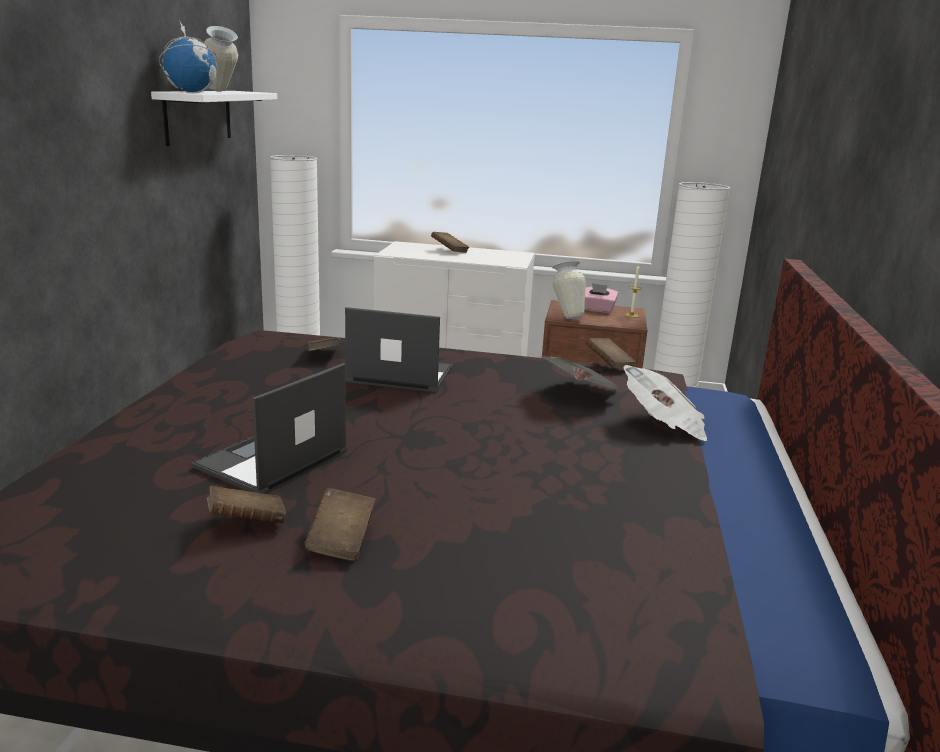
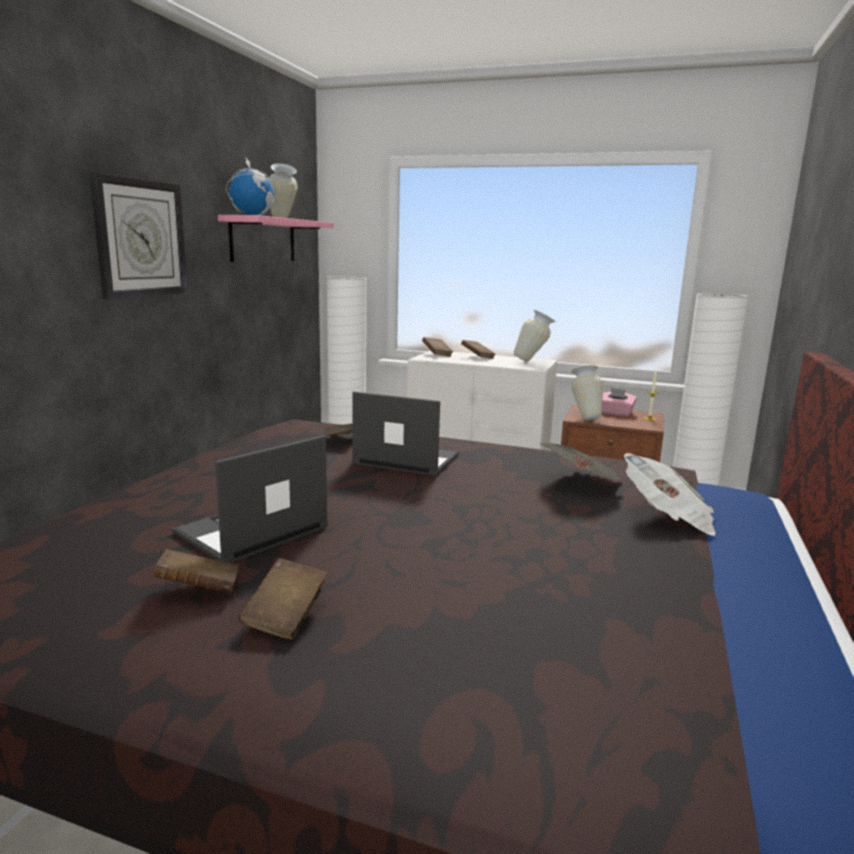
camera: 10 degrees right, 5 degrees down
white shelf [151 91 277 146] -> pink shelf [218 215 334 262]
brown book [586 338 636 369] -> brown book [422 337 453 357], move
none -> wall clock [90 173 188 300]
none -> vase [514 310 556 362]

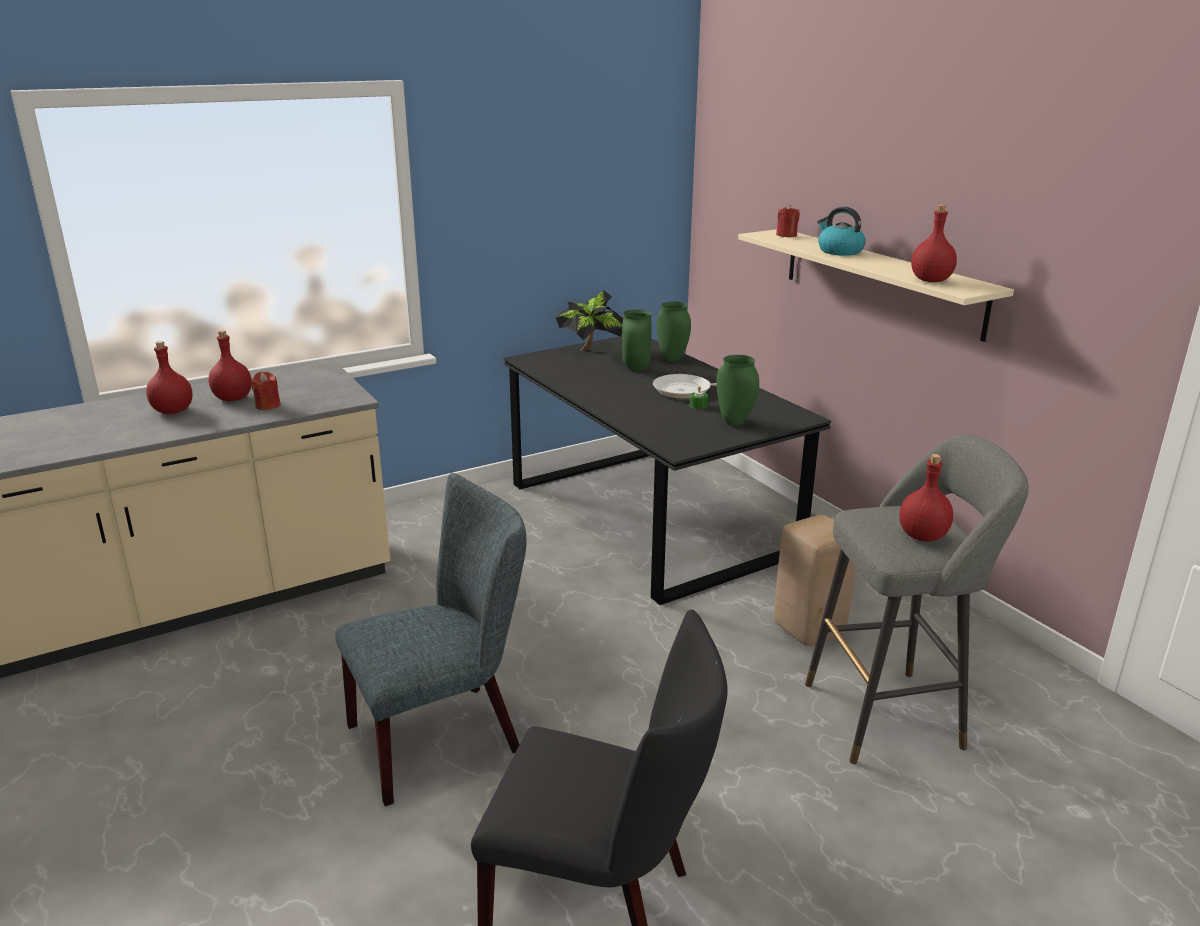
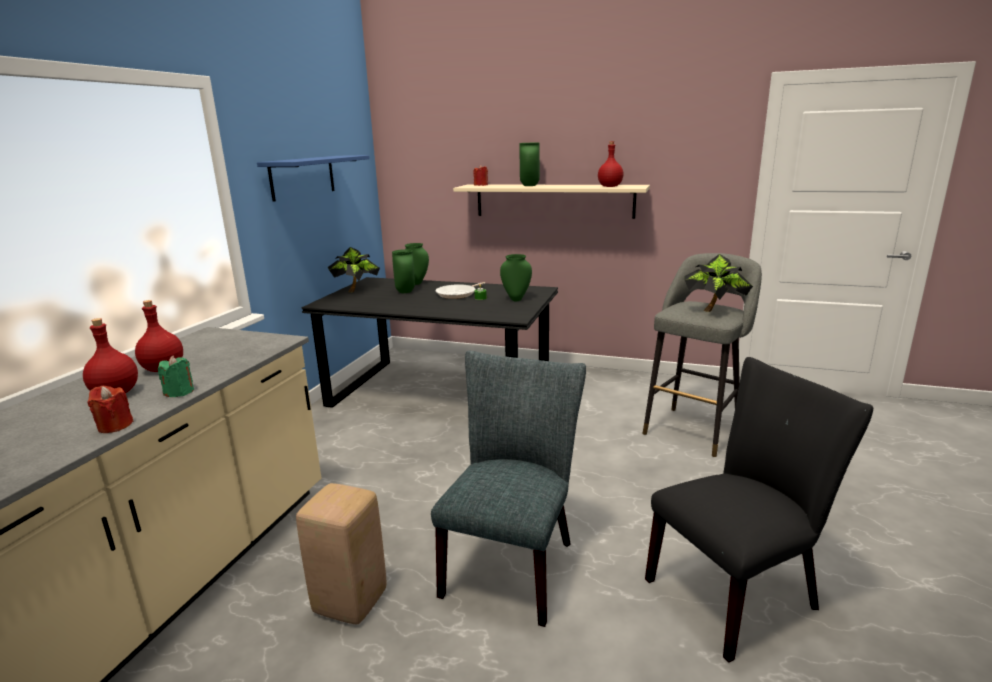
camera: 40 degrees left, 5 degrees down
red candle [251 372 281 410] -> red candle [87 386 133 433], move
beige stool [774 515 856 646] -> beige stool [296 483 386 624], move
kettle [817 207 866 256] -> green vase [519 142 540 186]
red bottle [899 454 953 542] -> potted plant [684 254 753 312]
none -> green candle [158 356 194 397]
none -> blue shelf [257 155 369 202]

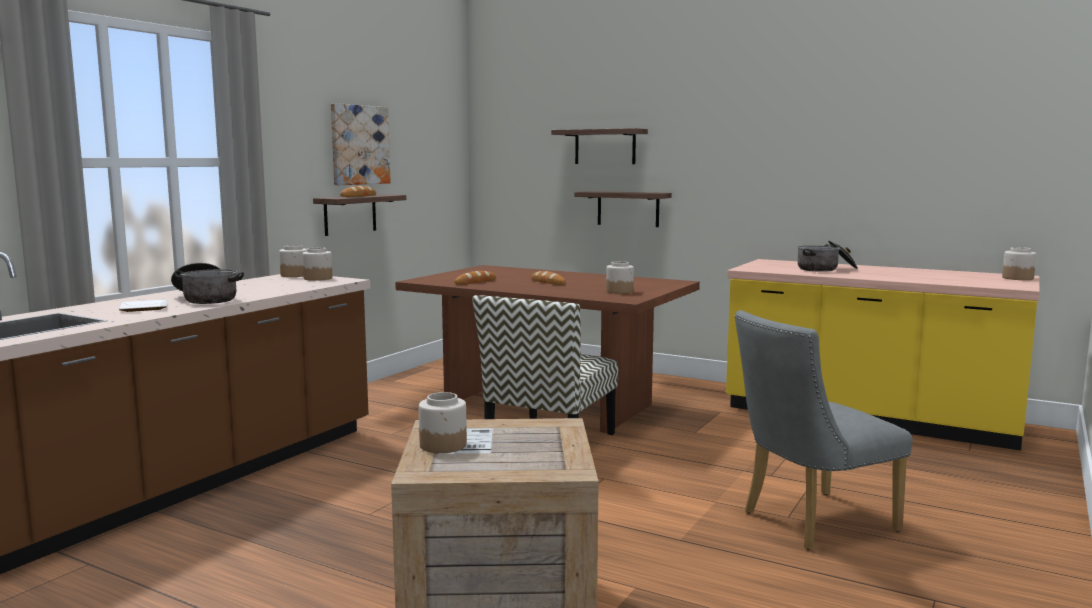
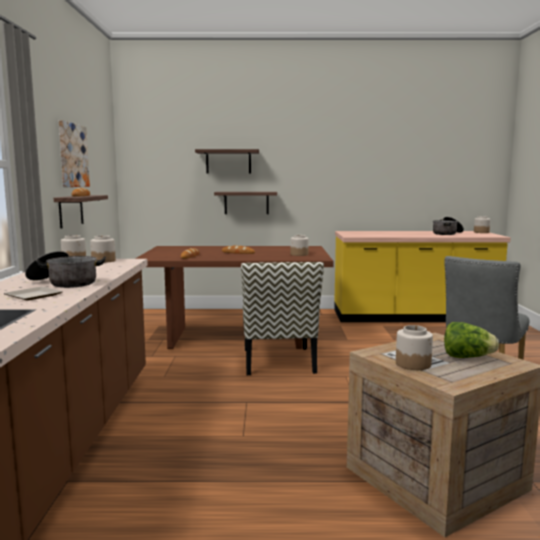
camera: 30 degrees left, 0 degrees up
cooking pot [797 240 858 272] -> cooking pot [433 217 464 235], move
none -> lettuce [444 322 499 358]

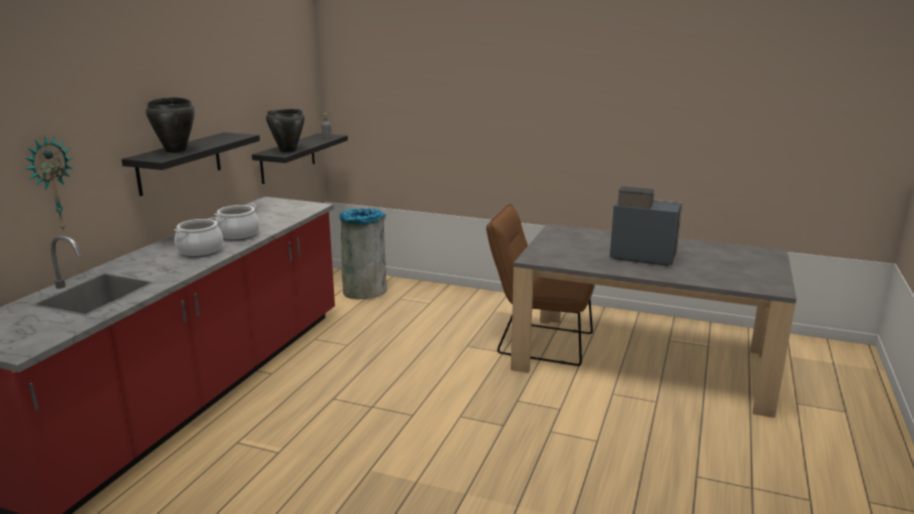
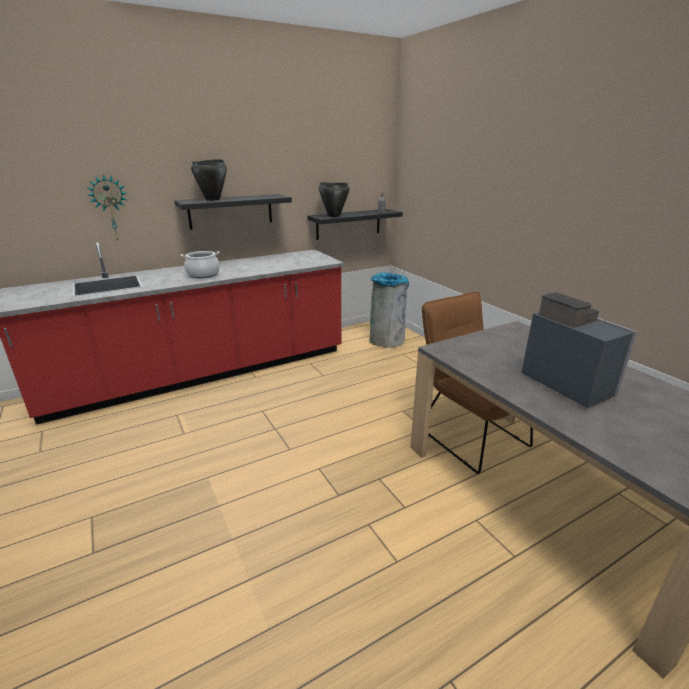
camera: 40 degrees right, 5 degrees up
cooking pot [214 204 260 241] -> none

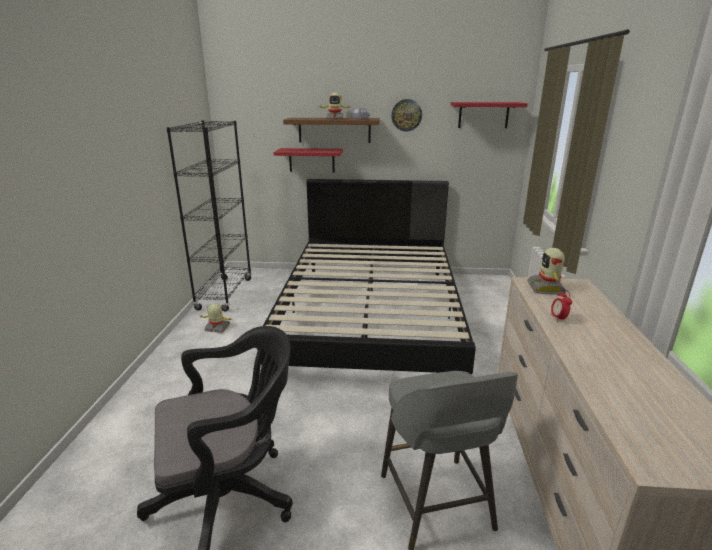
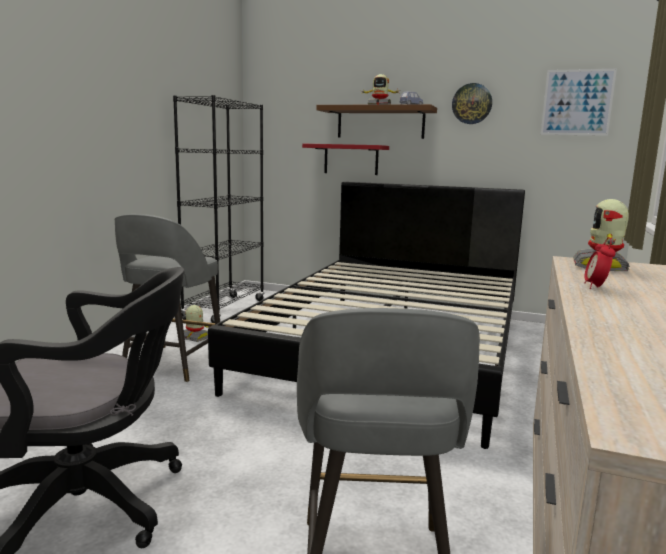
camera: 15 degrees right, 10 degrees down
red shelf [451 102 528 128] -> picture [541 69 617 136]
none -> grey stool [114 214 220 382]

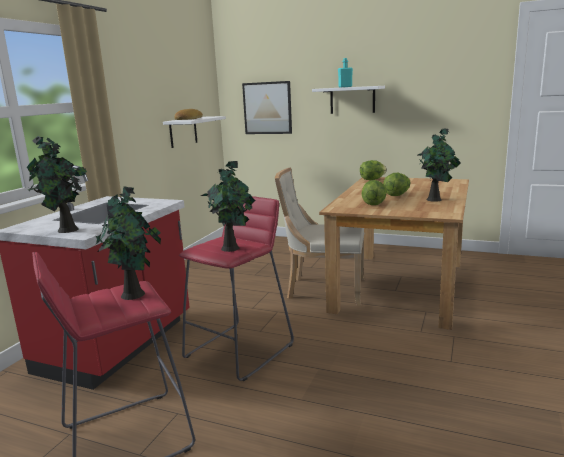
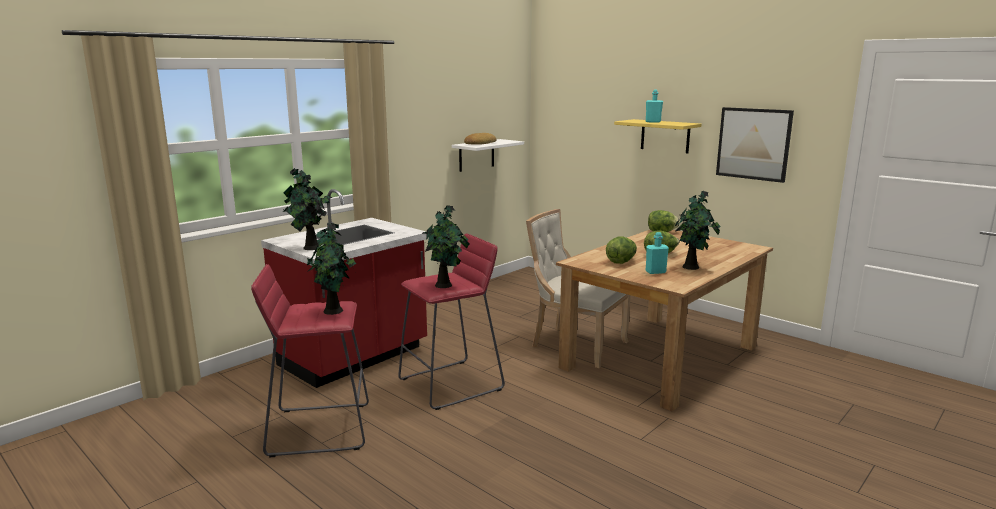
camera: 20 degrees right, 0 degrees up
picture [242 81 292 134] -> picture [716 107 794 183], move
white shelf [312 86 385 114] -> yellow shelf [614 119 701 154]
none -> turquoise bottle [646 232 669 274]

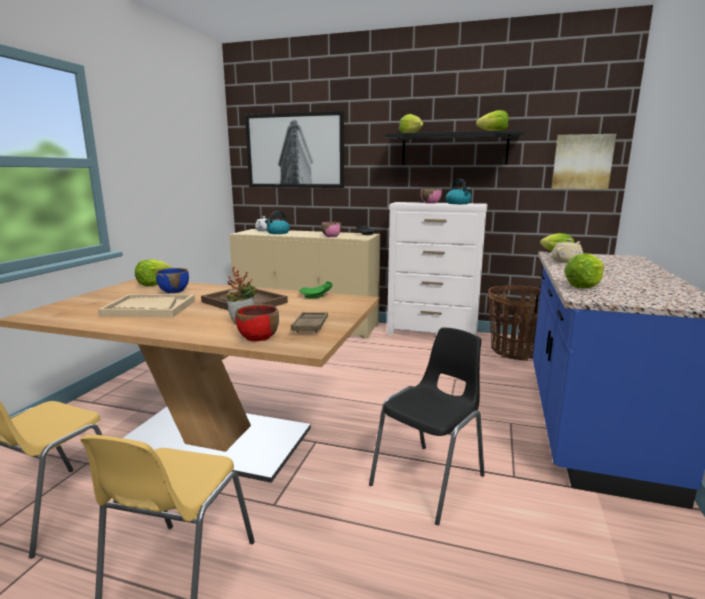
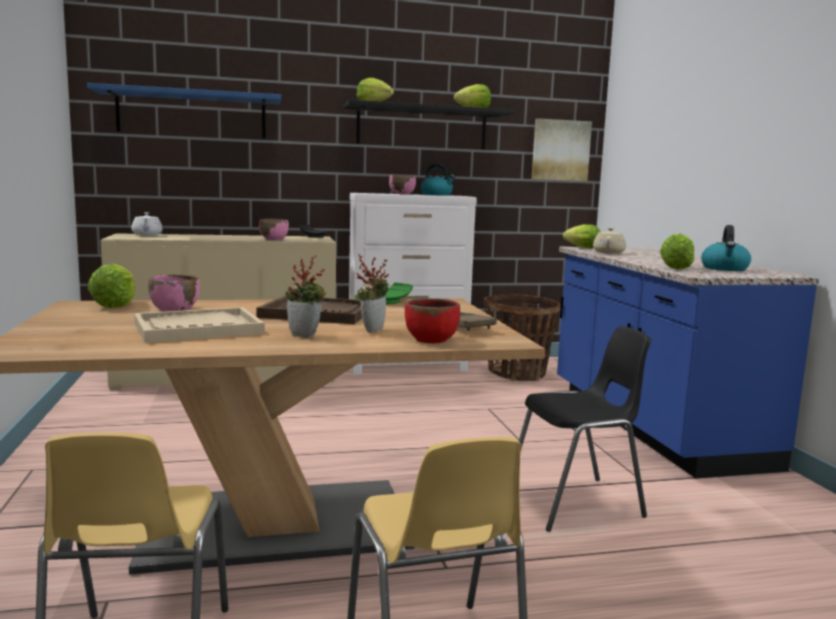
camera: 30 degrees left, 5 degrees down
blue bowl [156 268 189 293] -> pink bowl [148 275 200 312]
picture [245 111 344 188] -> blue shelf [87 83 281 138]
kettle [265 211 290 234] -> kettle [701 225 751 271], move
black chair [369 327 485 525] -> black chair [519 326 651 532], 60 degrees clockwise
none -> potted plant [285 255 326 338]

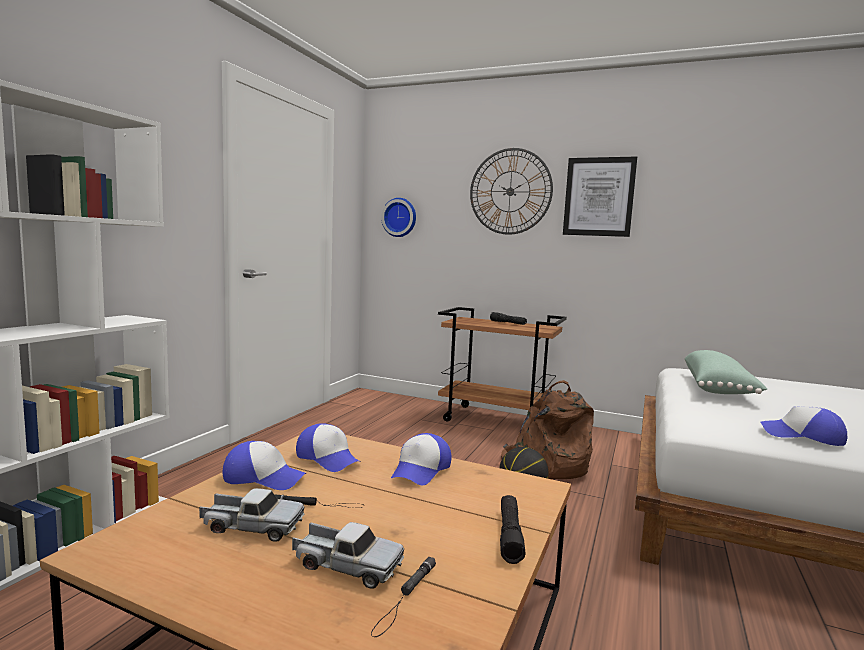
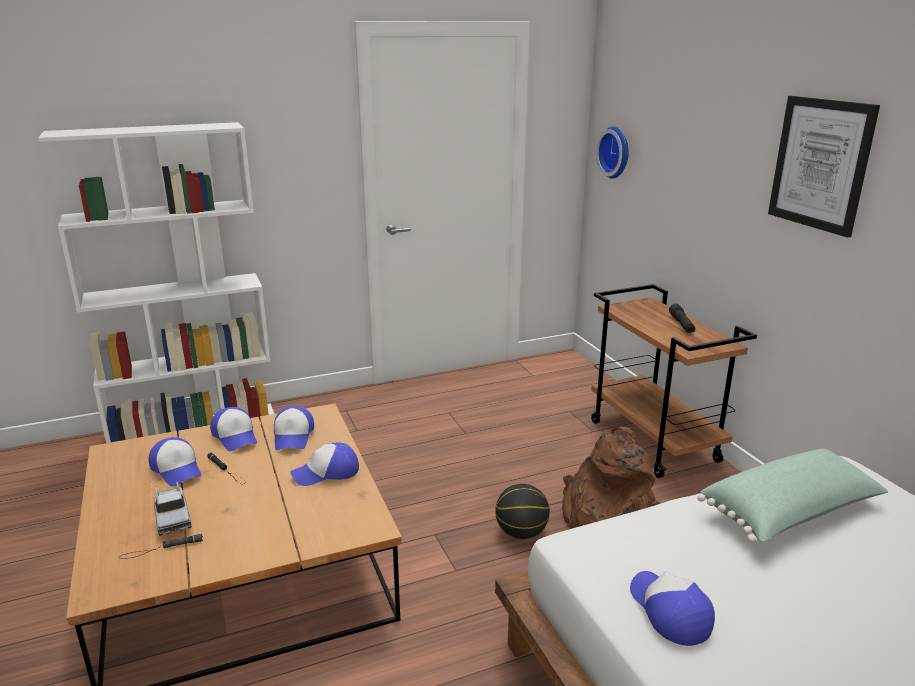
camera: 45 degrees right, 15 degrees up
toy truck [199 488 304 542] -> cap [148 437 202 486]
wall clock [470 148 553 235] -> none
black flashlight [500 495 525 564] -> none

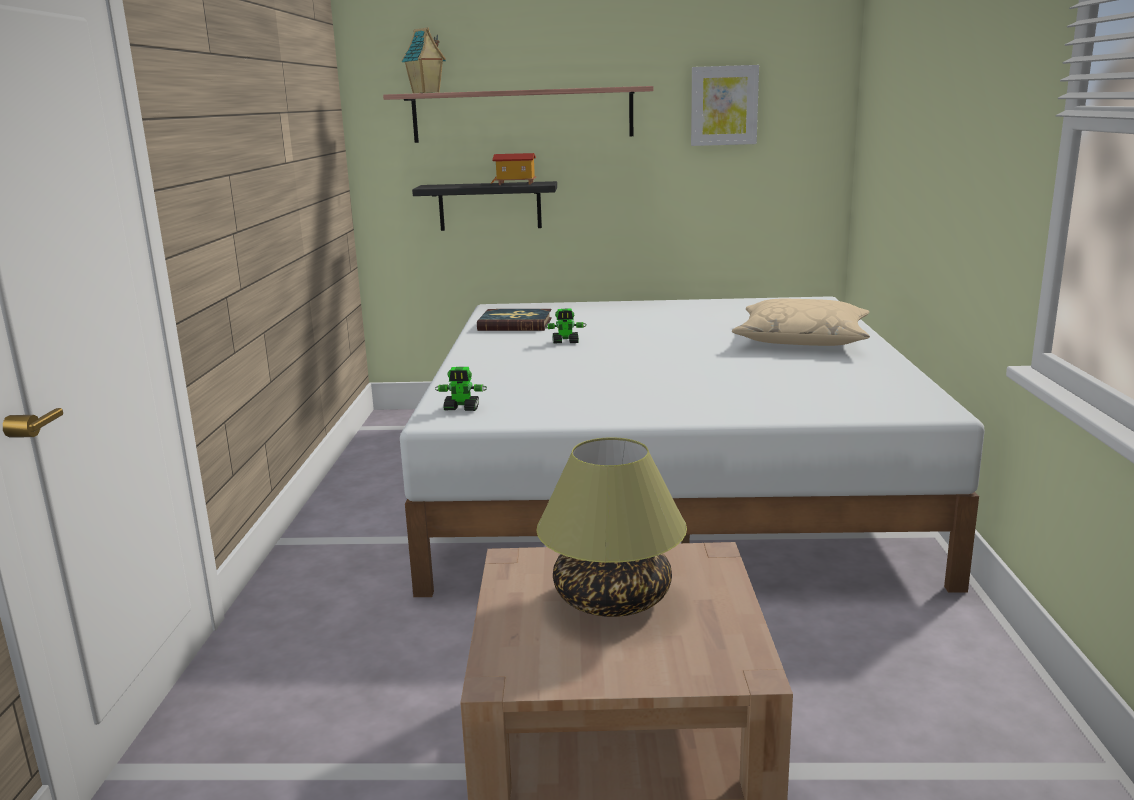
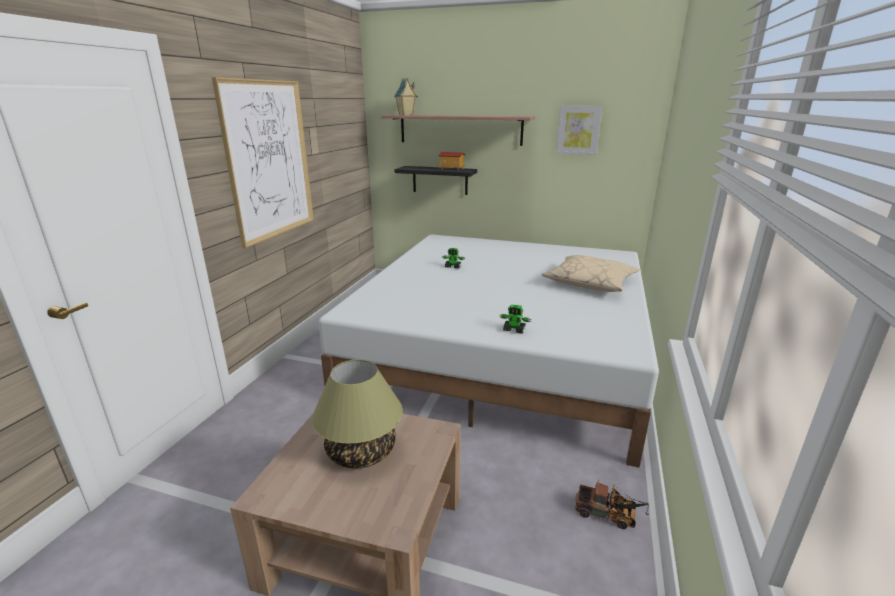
camera: 15 degrees right, 5 degrees up
toy robot [435 367 487 411] -> toy robot [499 304 531 334], move
book [477 309 552 331] -> none
none -> picture [212 77 314 248]
none -> toy truck [575 480 649 529]

